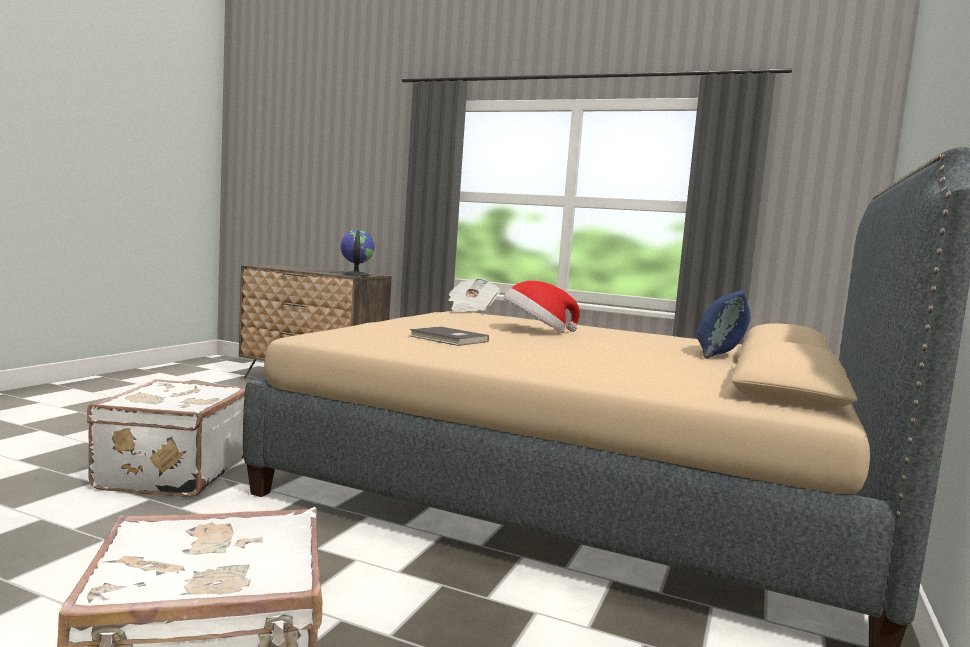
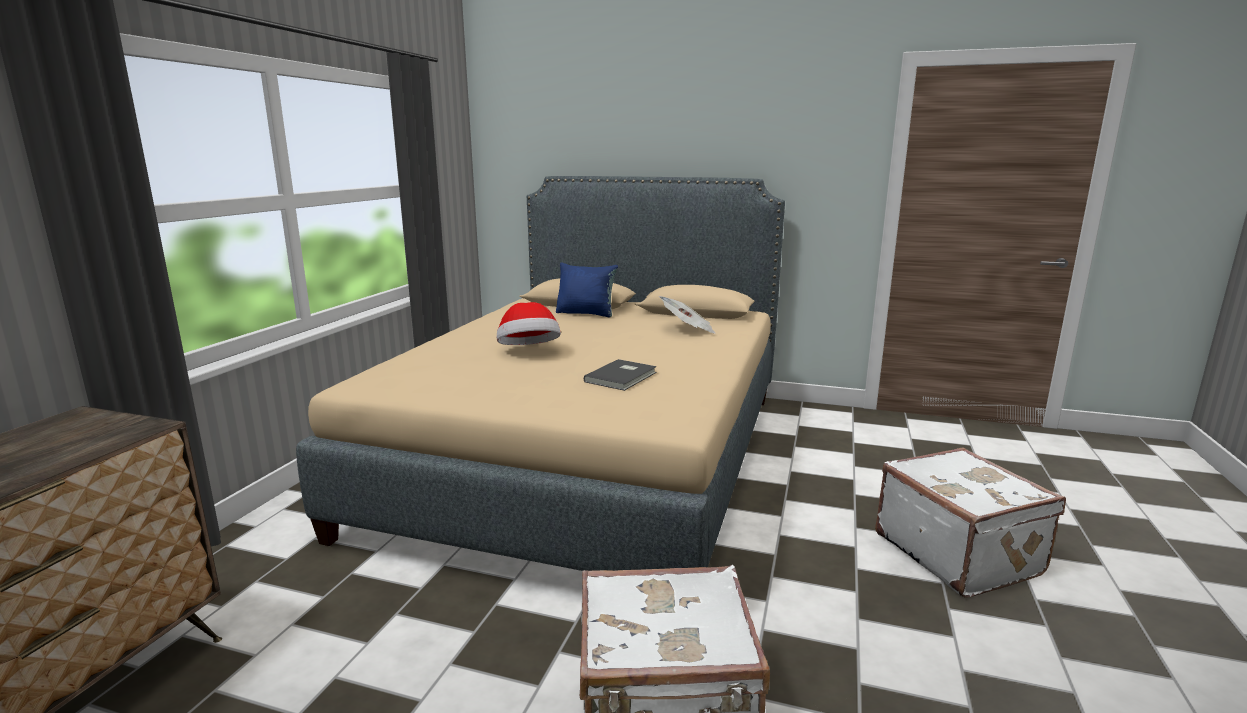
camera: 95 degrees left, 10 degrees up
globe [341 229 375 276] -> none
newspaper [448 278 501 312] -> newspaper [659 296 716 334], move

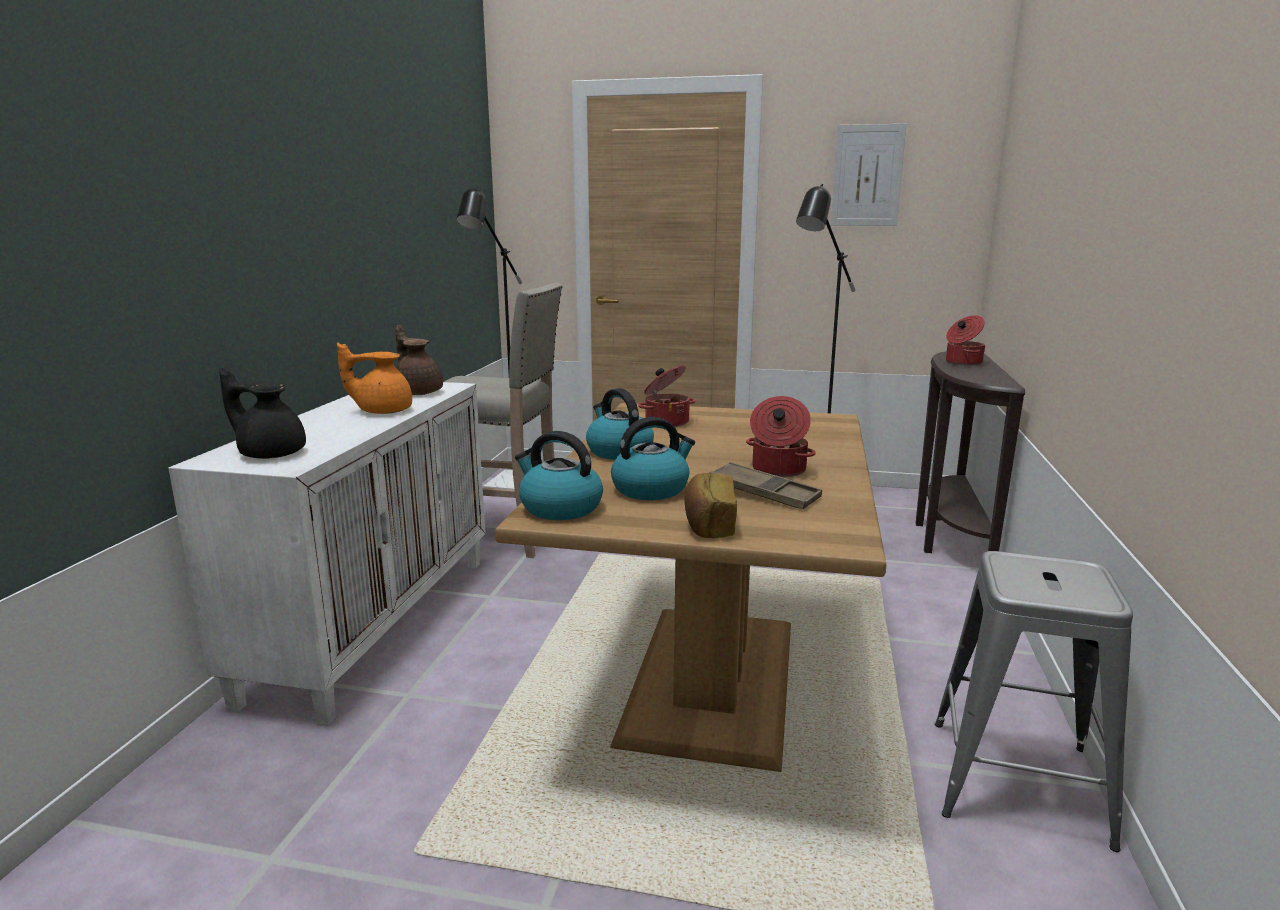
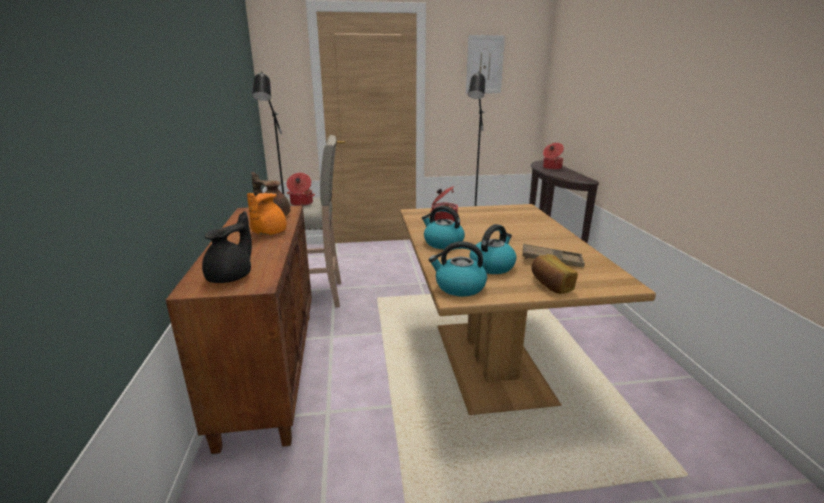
camera: 20 degrees left, 5 degrees up
white cabinet [168 382 486 725] -> brown cabinet [166 205 312 454]
black teapot [219 368 306 459] -> black teapot [202 211 252 283], 120 degrees clockwise
orange teapot [337 343 412 414] -> orange teapot [247 193 287 235], 45 degrees counterclockwise
cooking pot [746 396 816 477] -> cooking pot [287 173 315 206], move
grey stool [935 551 1133 852] -> none

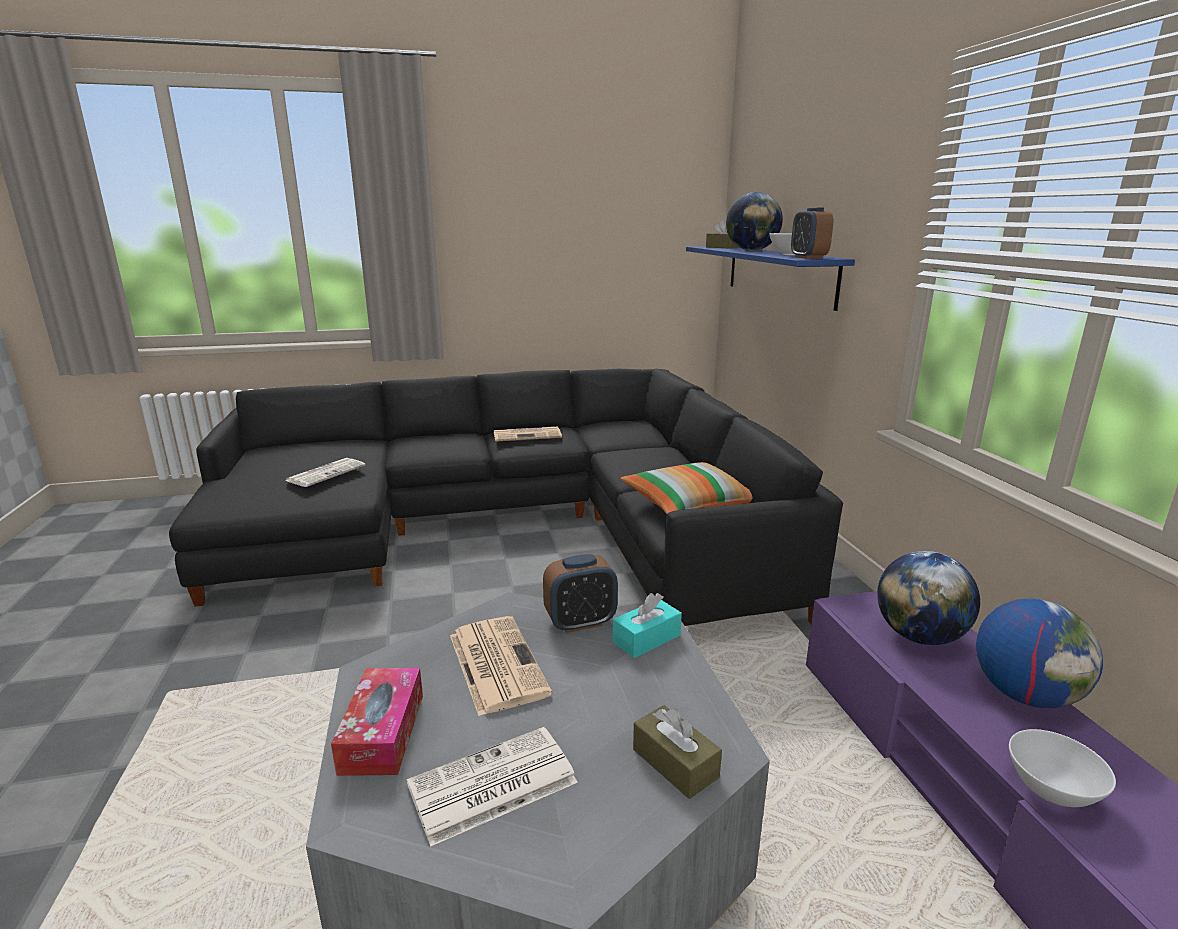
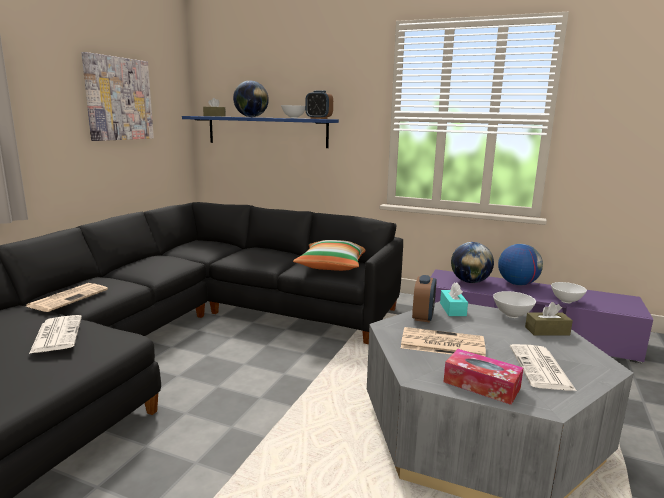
camera: 55 degrees left, 5 degrees down
newspaper [494 427 562 442] -> newspaper [26 283 108 312], move
none -> picture [82 52 154 141]
none -> white bowl [493 291 536 318]

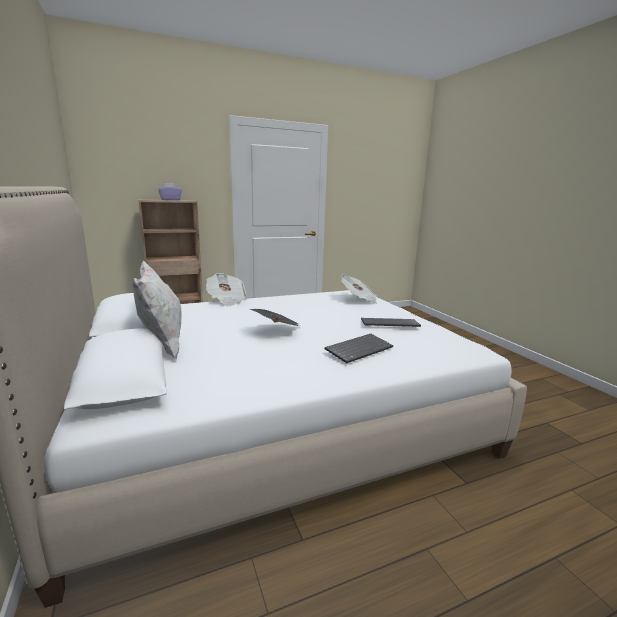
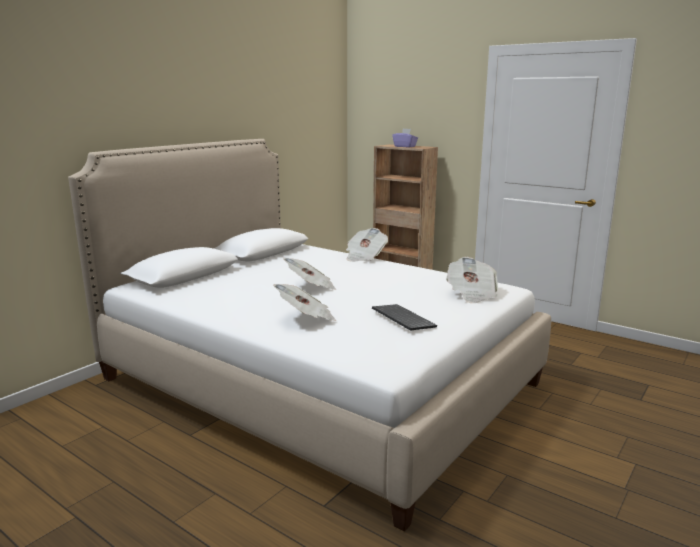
camera: 60 degrees right, 0 degrees up
white pillow [132 261 182 360] -> none
keyboard [325 334 393 363] -> newspaper [273 284 337 321]

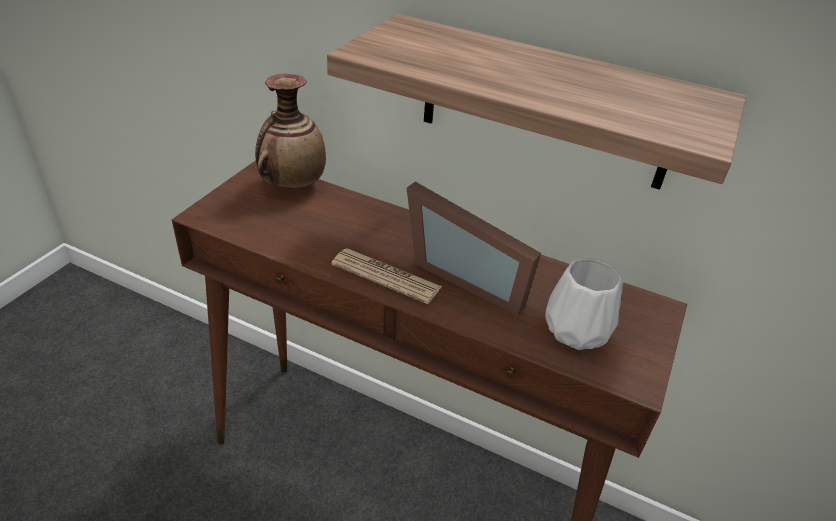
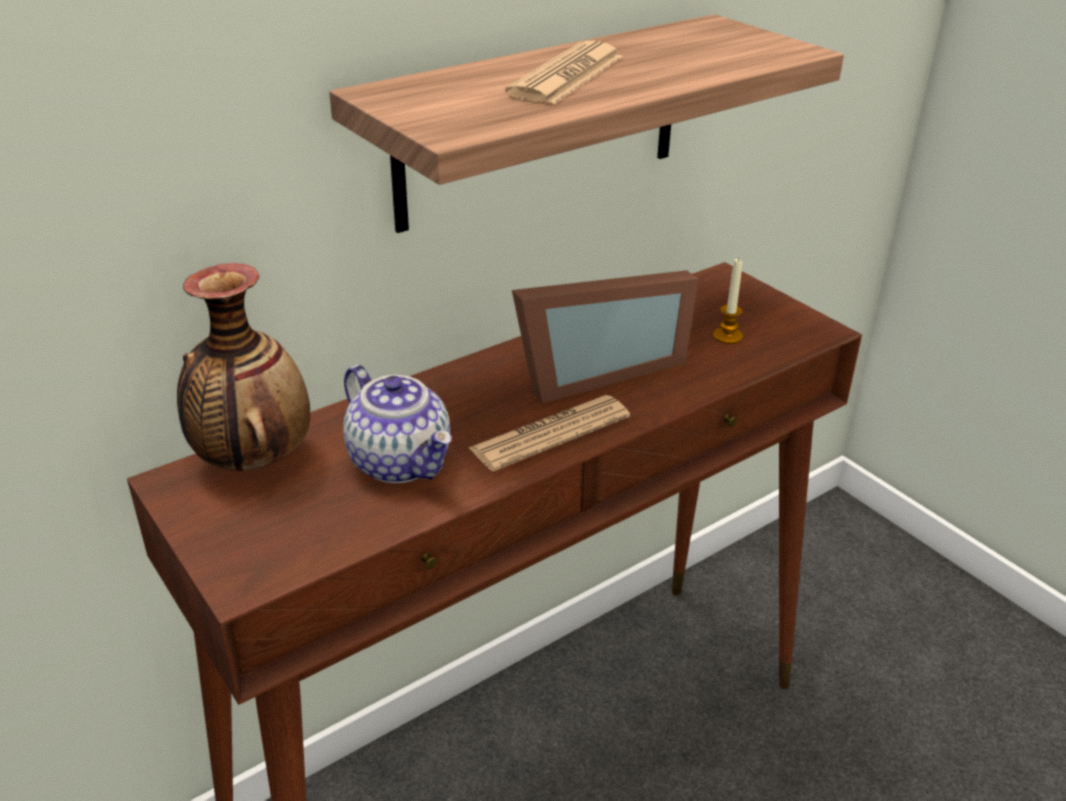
camera: 60 degrees left, 5 degrees down
white vase [545 258 623 350] -> candle [713 258 743 344]
none -> teapot [343 365 452 483]
none -> newspaper [505 41 623 104]

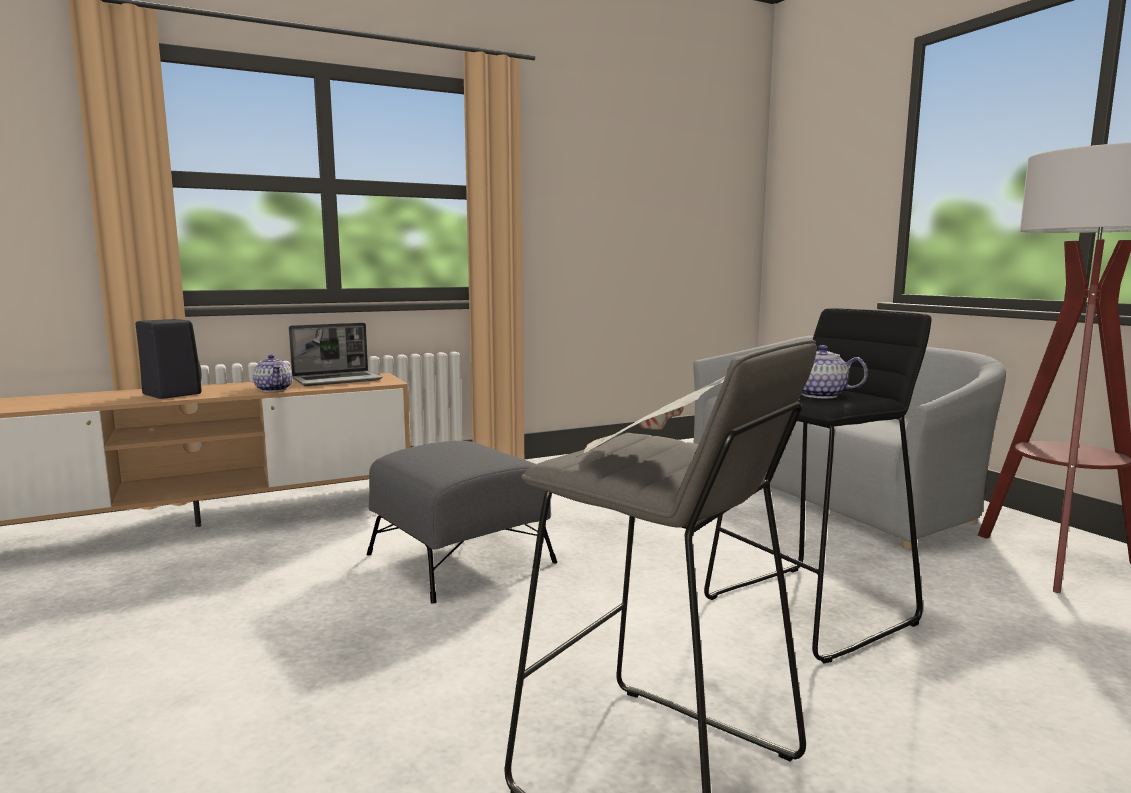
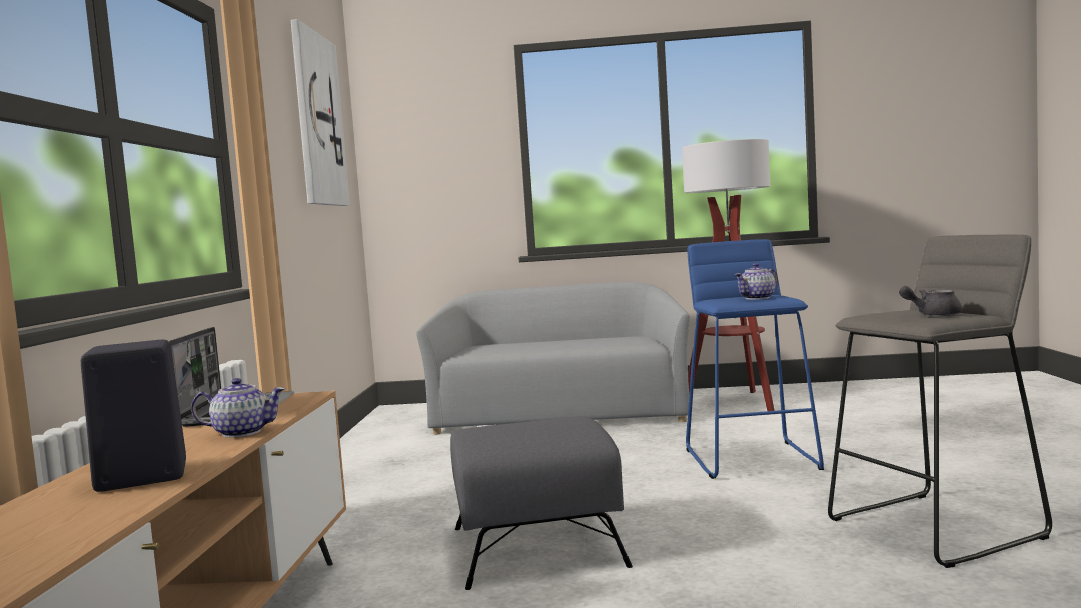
camera: 60 degrees left, 5 degrees down
newspaper [575 377 725 458] -> grey teapot [899 286 962 316]
black stool [704 308 932 664] -> blue stool [686 239 824 479]
none -> picture [291 19 350 206]

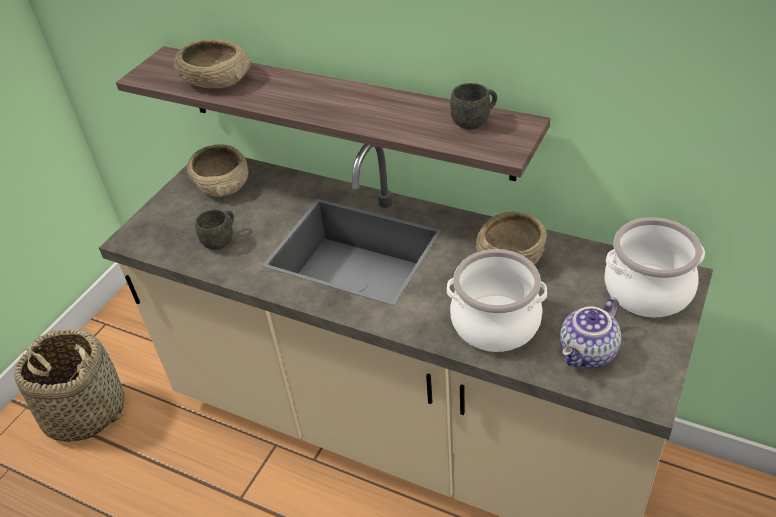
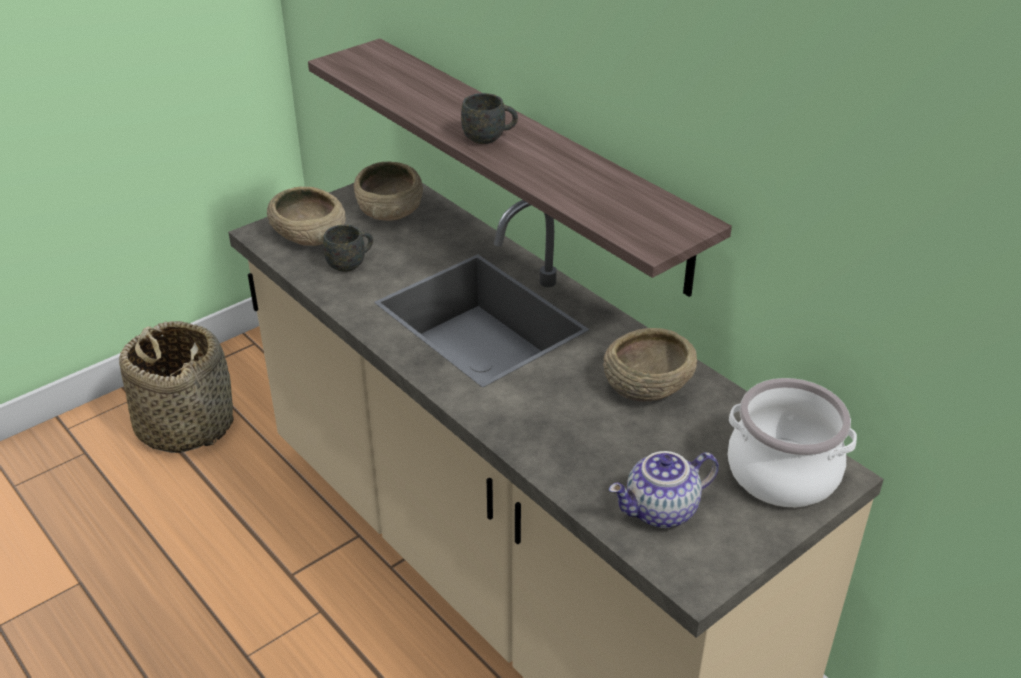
camera: 20 degrees right, 5 degrees down
beige bowl [174 39 250 88] -> beige bowl [267 187 346 246], move
cooking pot [447 249 547 352] -> none
grey mug [450 83 497 130] -> grey mug [461 93 518 144], move

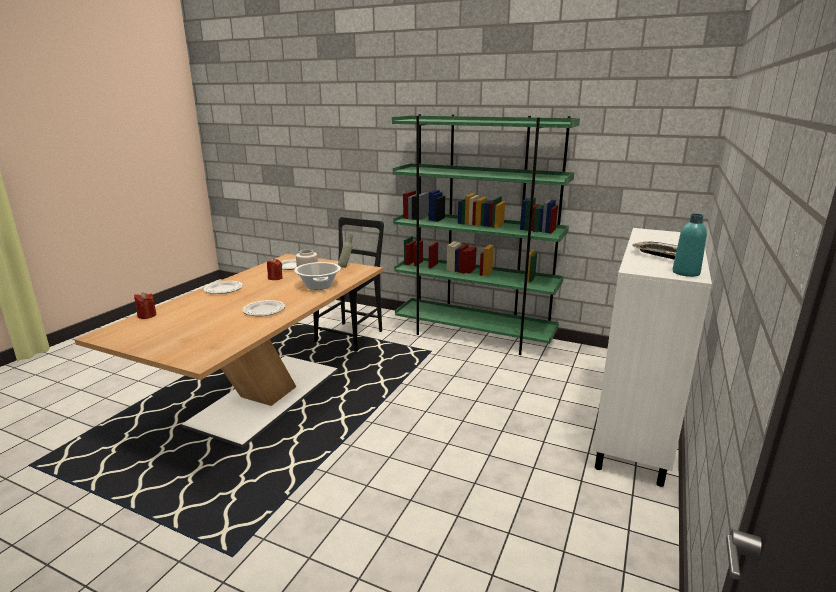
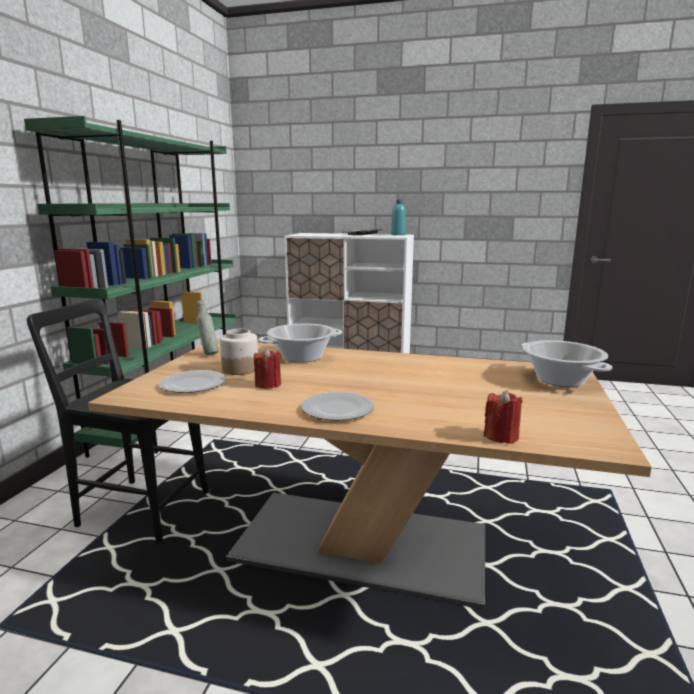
camera: 100 degrees left, 5 degrees down
plate [243 300 285 316] -> none
none -> cooking pot [521 340 613 387]

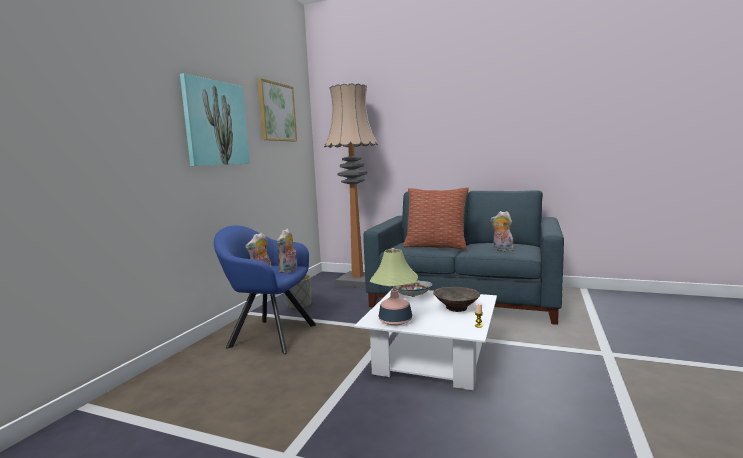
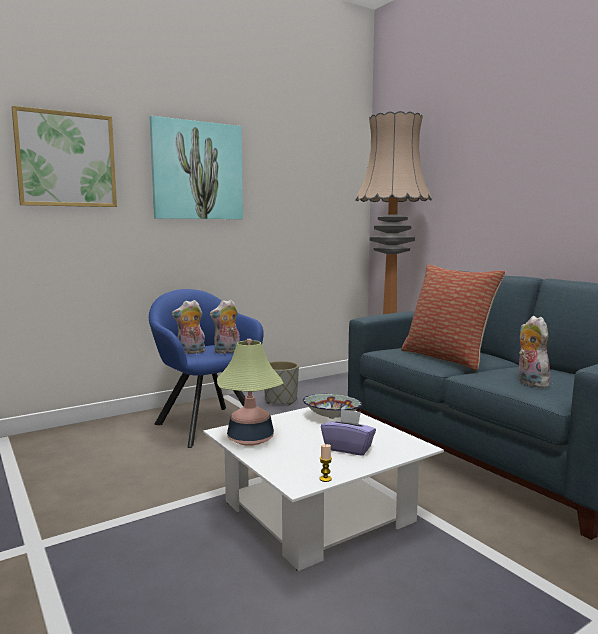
camera: 35 degrees right, 0 degrees up
picture [258 78 297 141] -> picture [12 106 117 207], move
brown bowl [433 287 480 312] -> purple tissue box [321 409 376 456]

